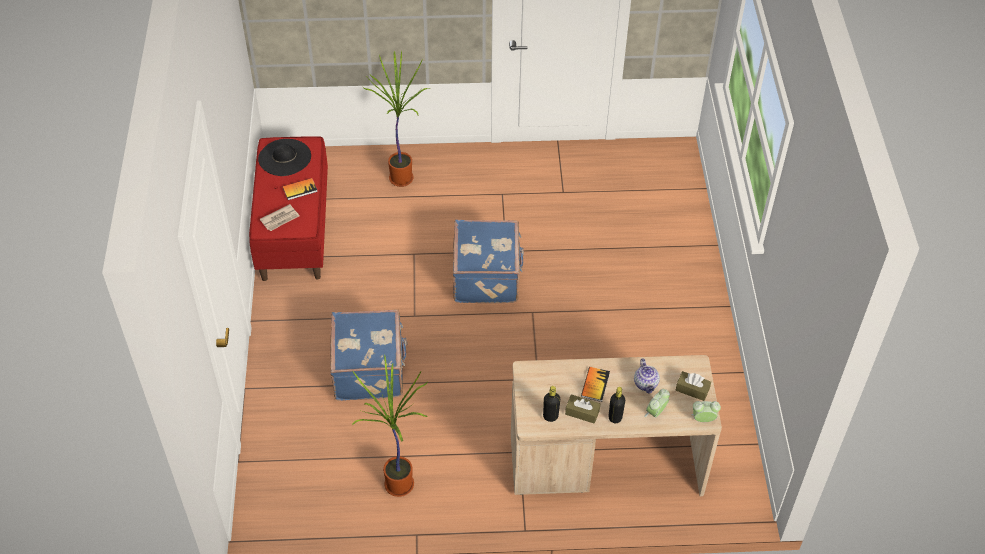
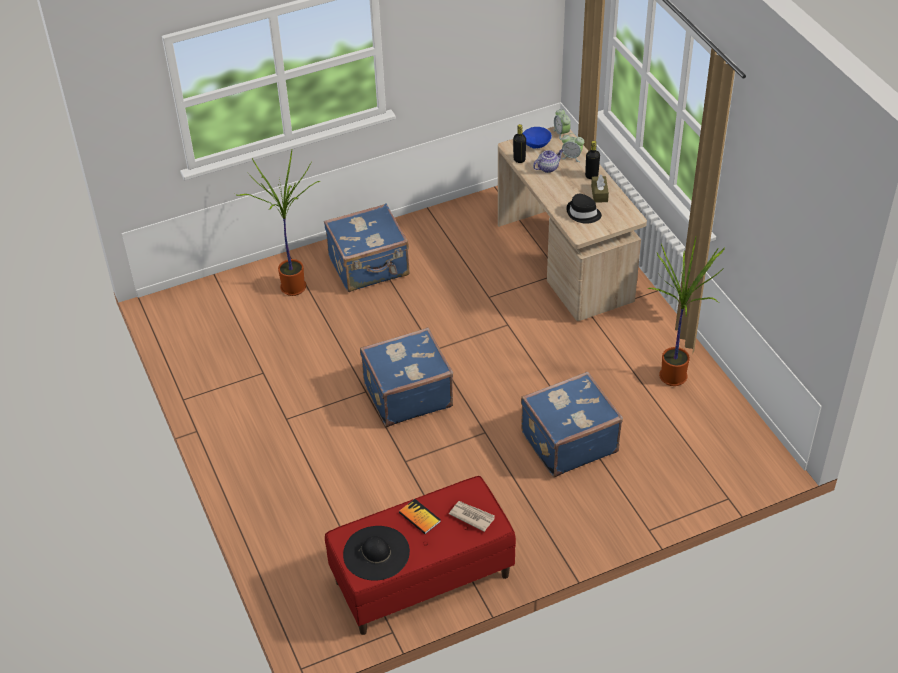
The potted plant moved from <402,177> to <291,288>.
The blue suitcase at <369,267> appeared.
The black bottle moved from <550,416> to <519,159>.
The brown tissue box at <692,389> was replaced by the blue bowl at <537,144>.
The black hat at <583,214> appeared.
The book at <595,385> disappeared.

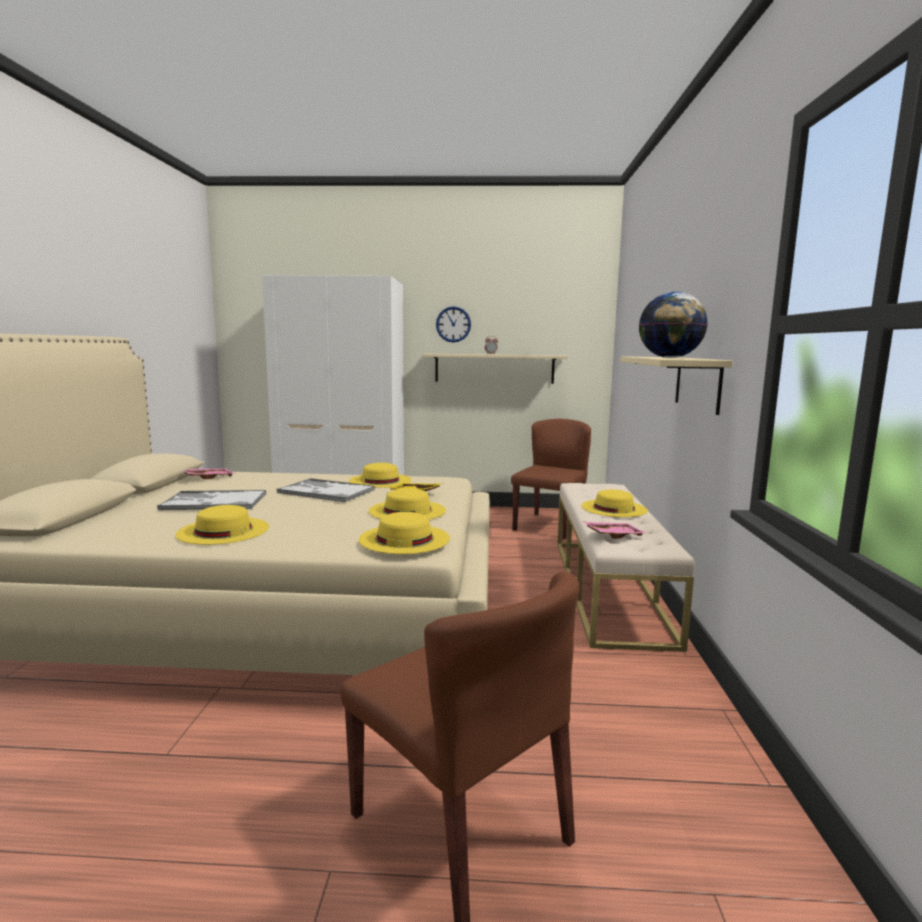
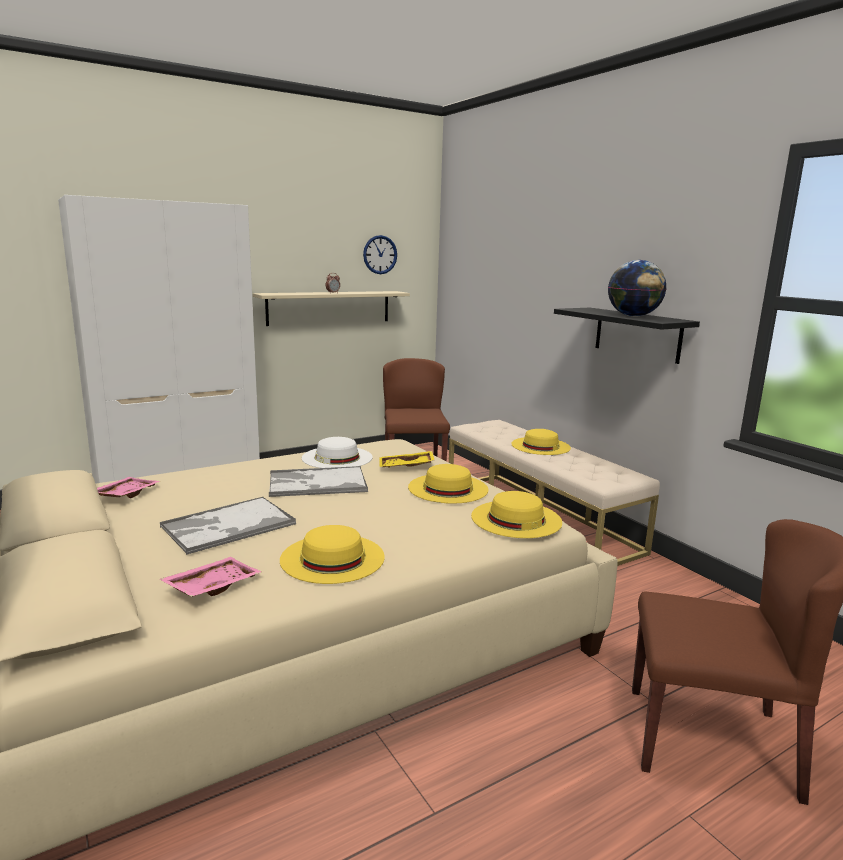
The pink tray moved from <613,535> to <212,586>.
The yellow hat at <380,480> became the white hat at <337,457>.
The wall clock moved from <453,324> to <380,254>.
The beige shelf at <697,383> became the black shelf at <637,334>.

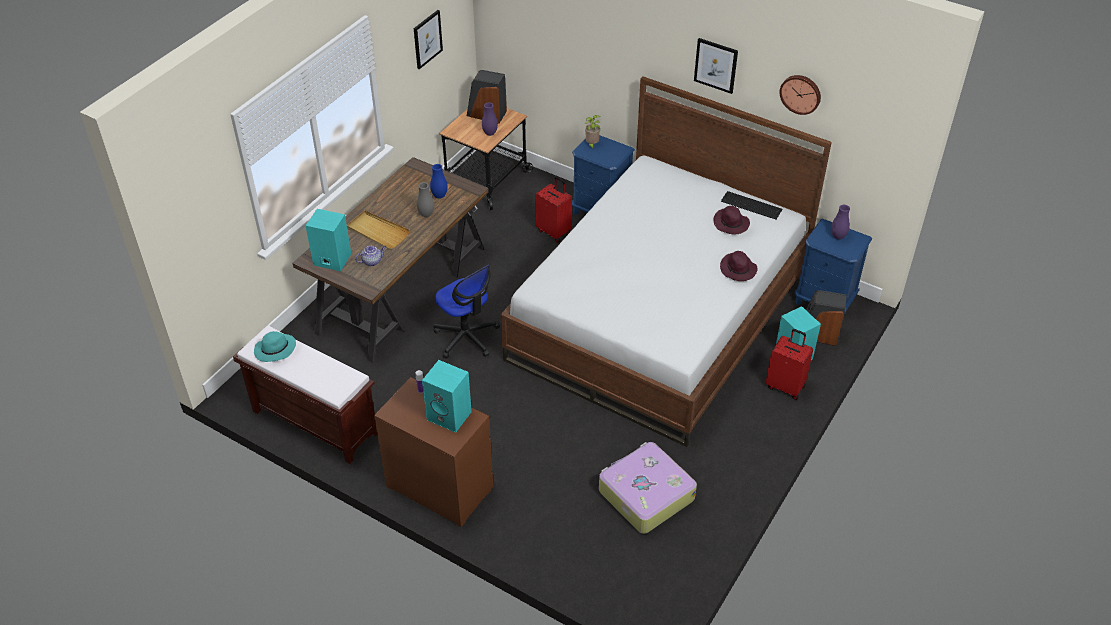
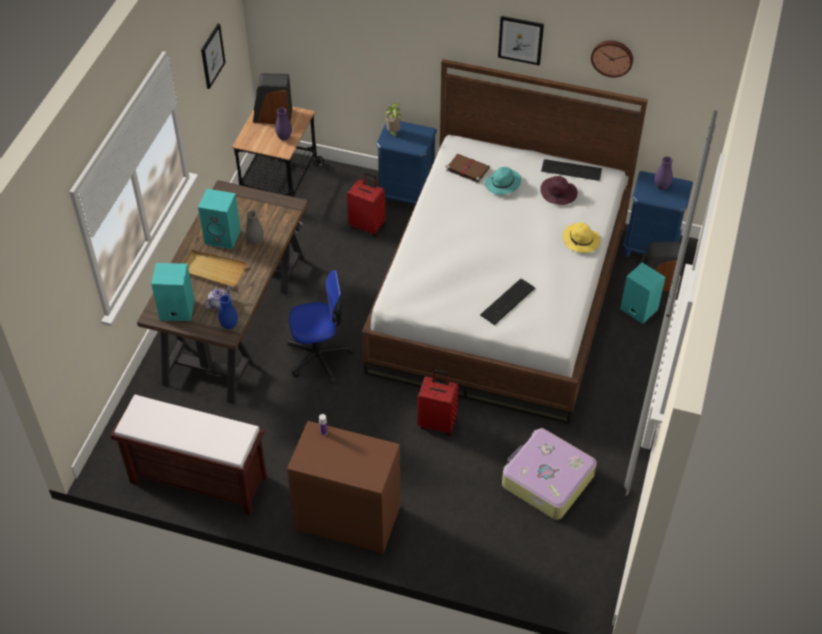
The turquoise speaker moved from <450,415> to <223,236>.
The blue vase moved from <439,196> to <229,325>.
The office chair at <466,337> turned 45 degrees counterclockwise.
The red suitcase moved from <785,386> to <438,422>.
The brown book at <467,169> appeared.
The keyboard at <509,301> appeared.
The turquoise hat moved from <275,350> to <502,184>.
The purple hat at <738,269> became the yellow hat at <581,240>.

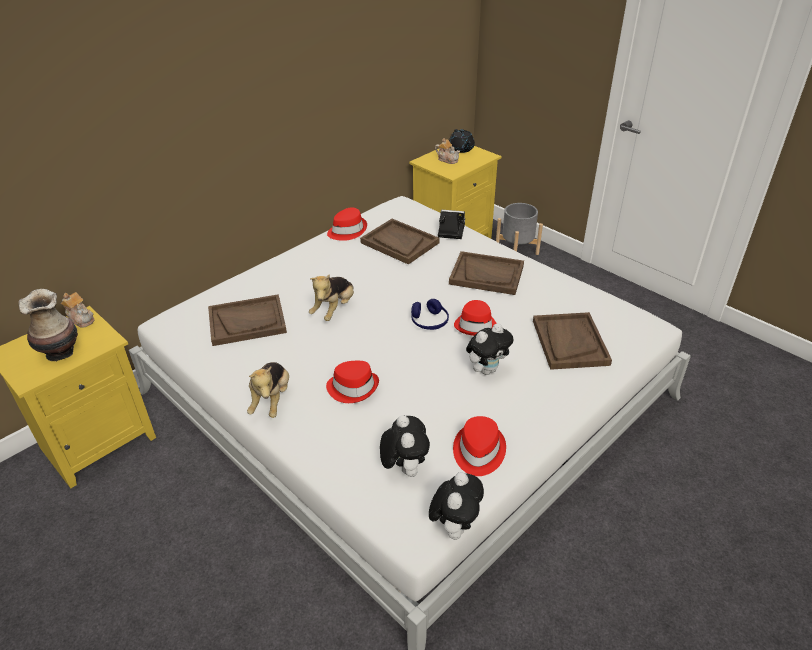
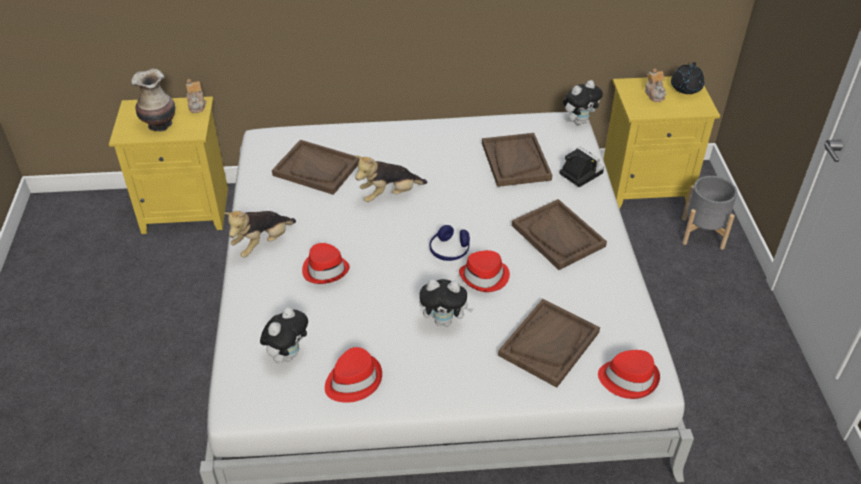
The plush toy moved from <455,526> to <579,121>.
The red hat moved from <347,231> to <628,378>.

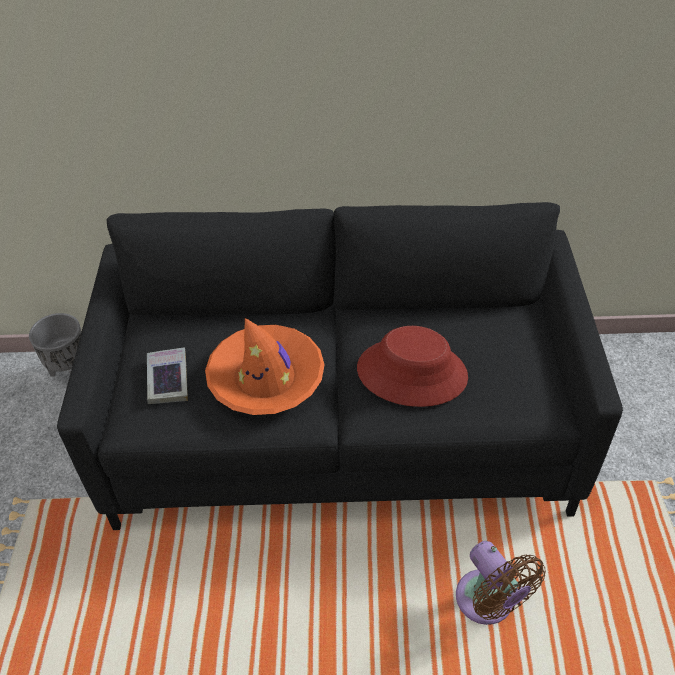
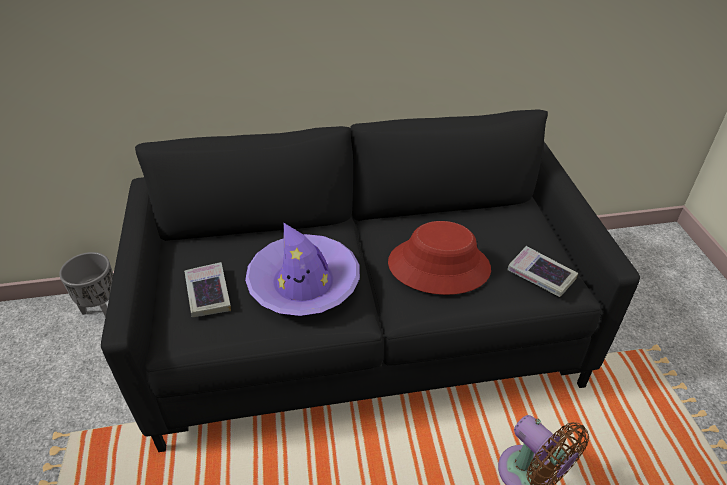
The orange hat at <266,378> became the purple hat at <304,283>.
The book at <540,275> appeared.

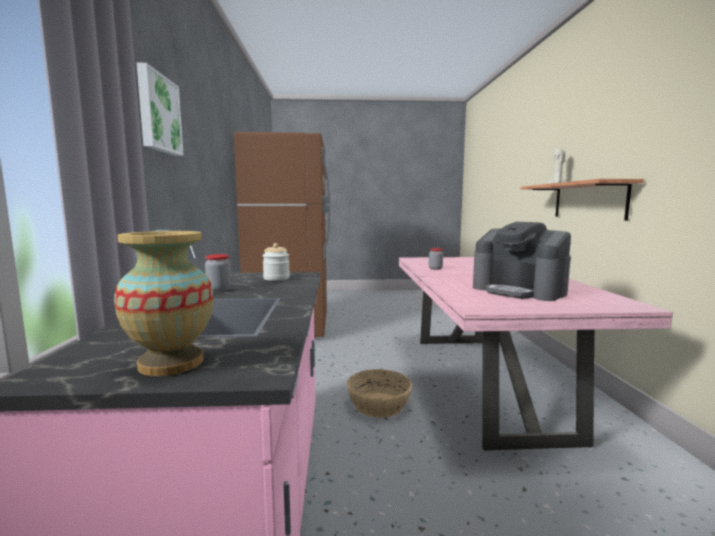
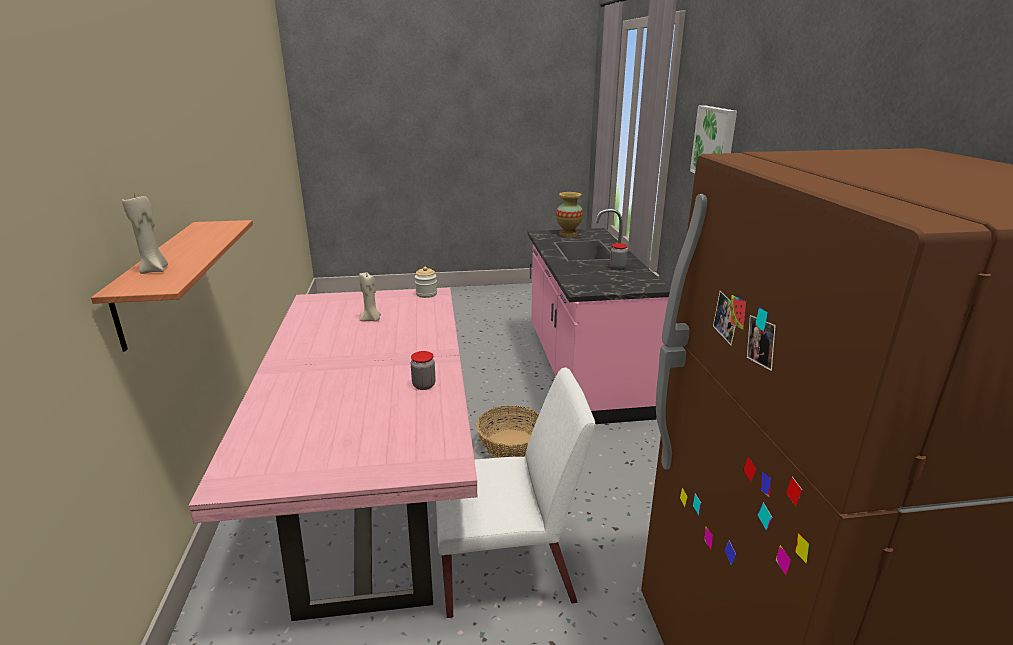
The coffee machine at <519,290> was replaced by the beige candle at <371,319>.
The jar moved from <276,278> to <426,294>.
The white chair at <508,569> appeared.

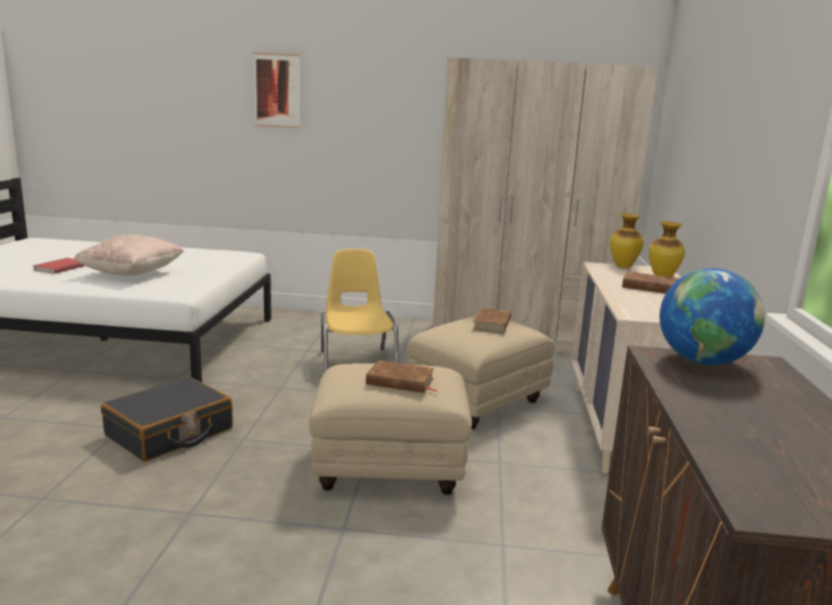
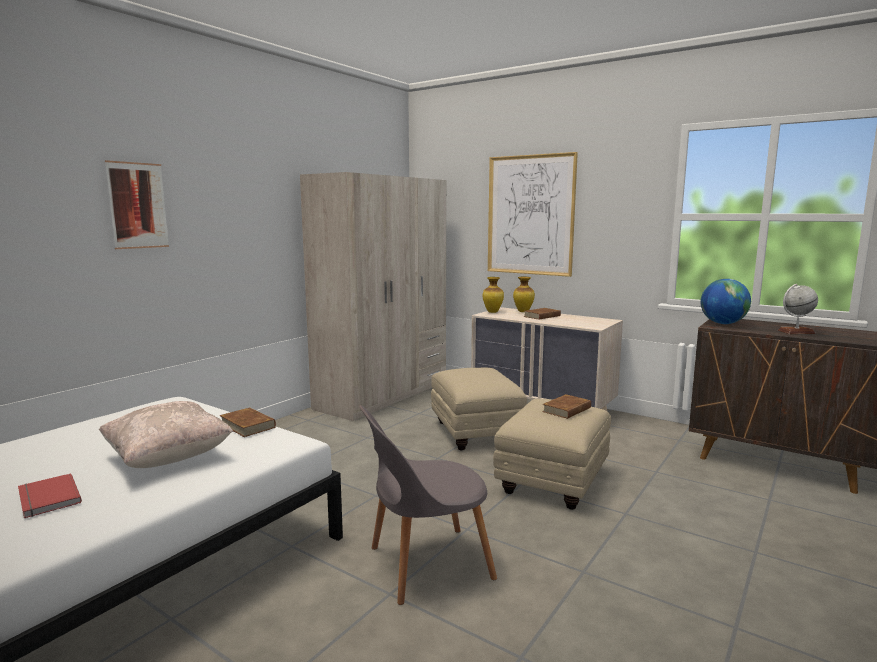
The brown book moved from <492,324> to <247,425>.
The black suitcase at <170,433> was replaced by the grey chair at <425,564>.
The picture at <530,215> appeared.
The globe at <796,332> appeared.
The yellow chair at <357,362> disappeared.

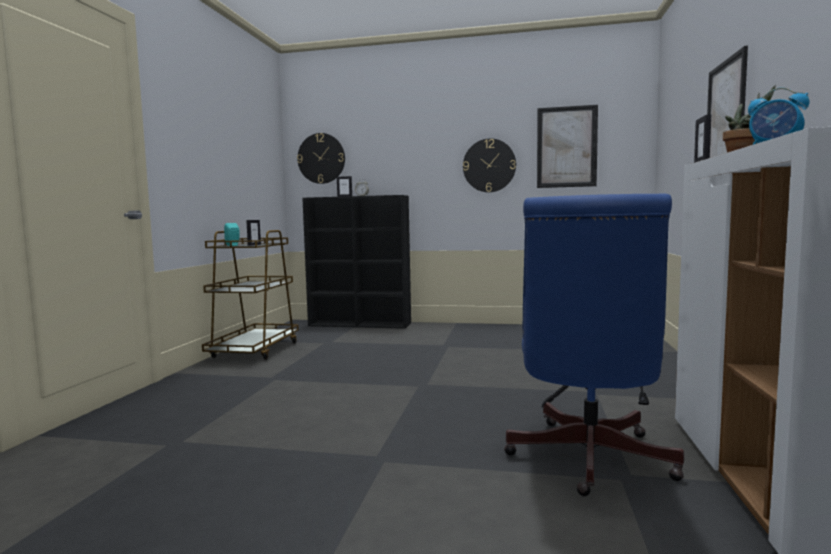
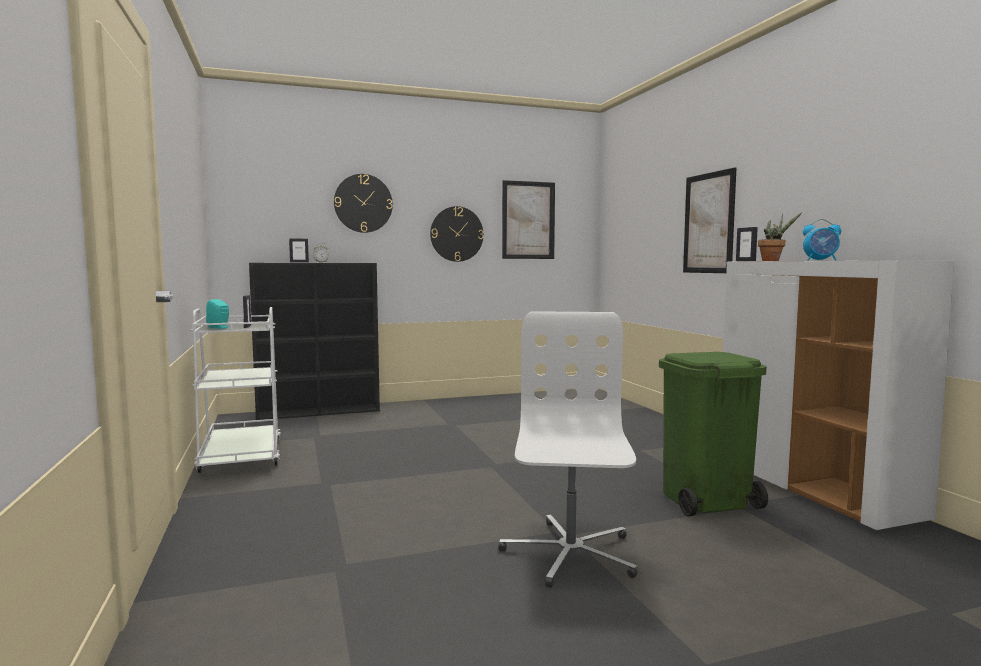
The brown cart at <255,350> became the white cart at <241,457>.
The wall clock moved from <321,158> to <363,203>.
The white office chair at <569,554> appeared.
The blue office chair at <587,461> was replaced by the green trash can at <705,500>.

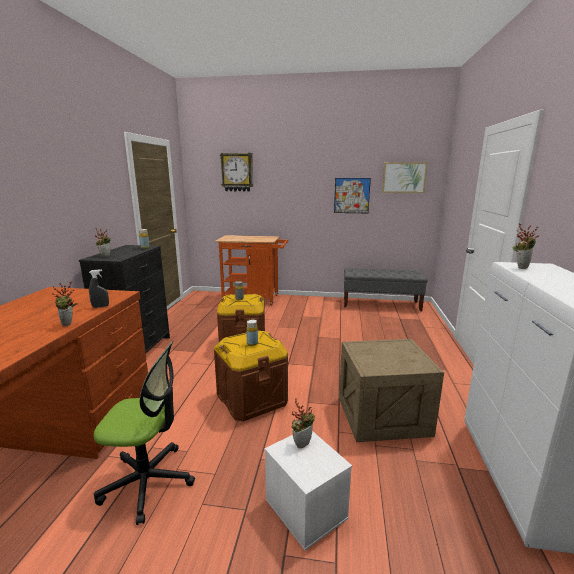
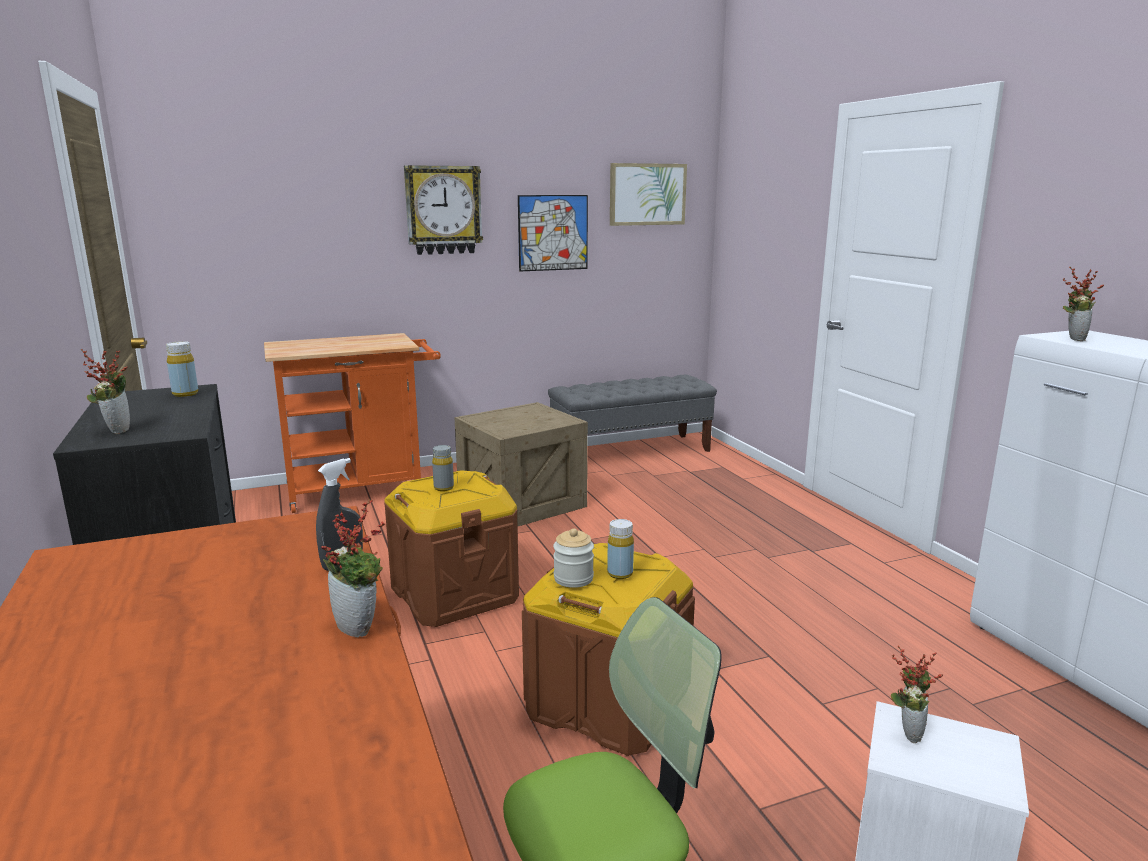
The wall clock moved from <237,172> to <443,210>.
The crate moved from <383,416> to <523,503>.
The jar at <573,578> appeared.

